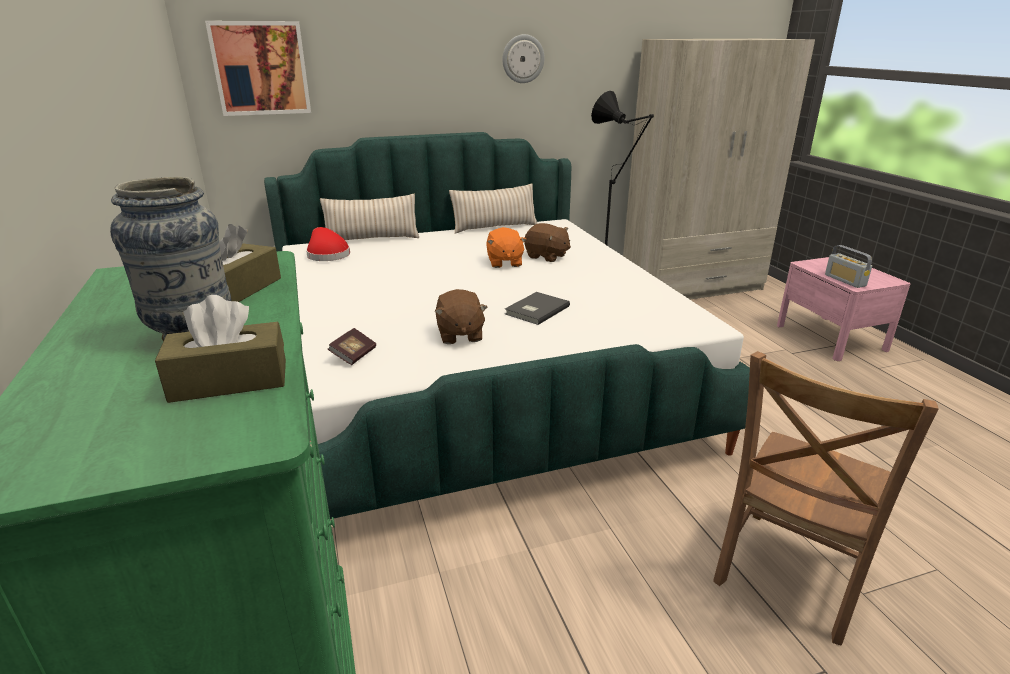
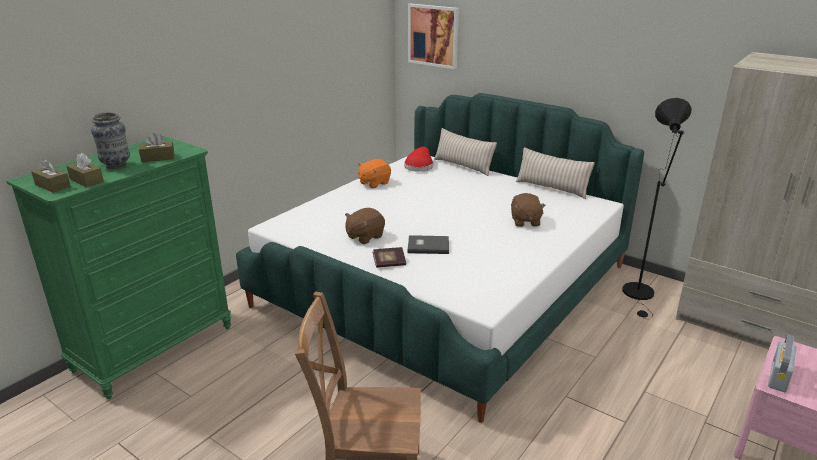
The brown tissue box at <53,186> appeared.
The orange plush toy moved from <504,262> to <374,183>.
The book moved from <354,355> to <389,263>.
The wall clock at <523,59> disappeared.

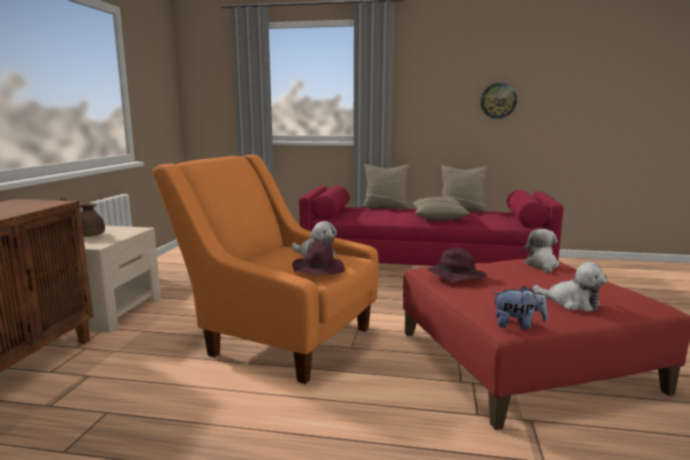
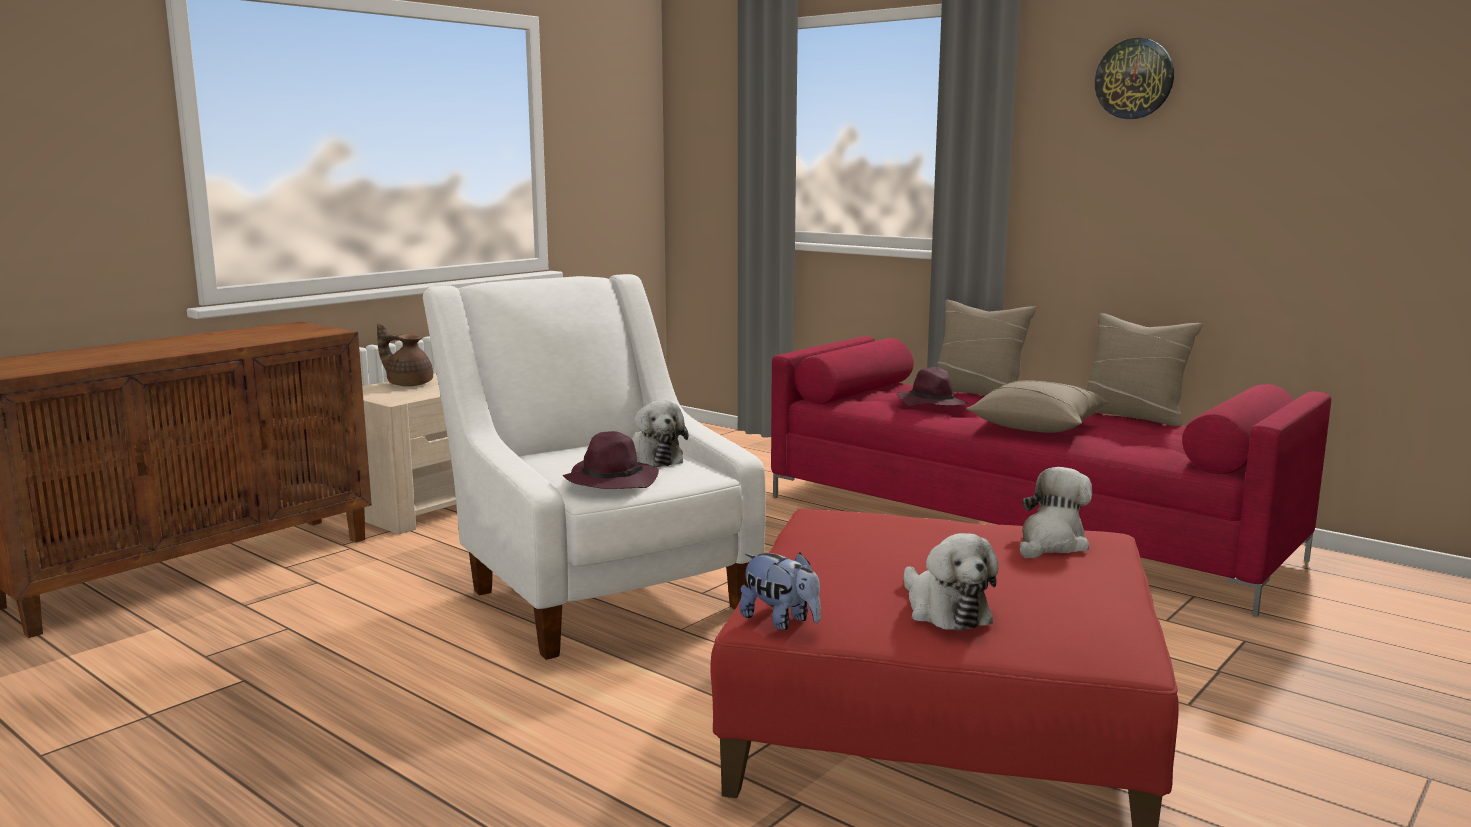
The orange armchair at <279,338> became the white armchair at <598,591>.
The purple hat moved from <455,276> to <931,404>.
The wall clock moved from <498,101> to <1134,79>.

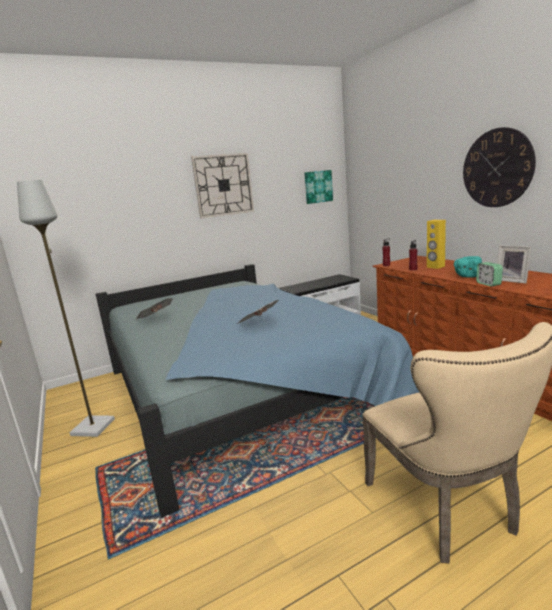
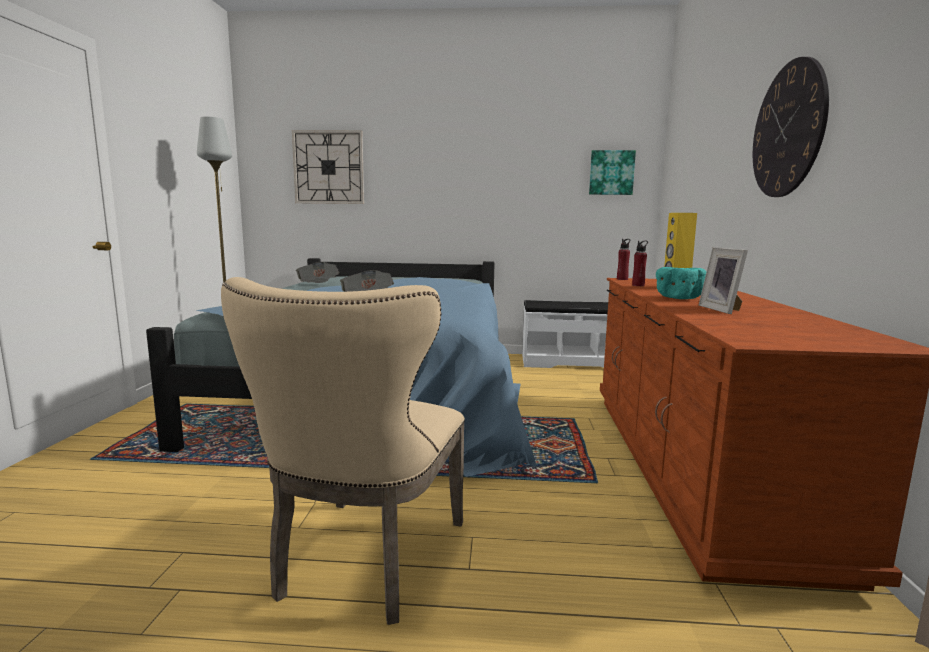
The wall clock moved from <223,185> to <328,167>.
The alarm clock at <488,284> disappeared.

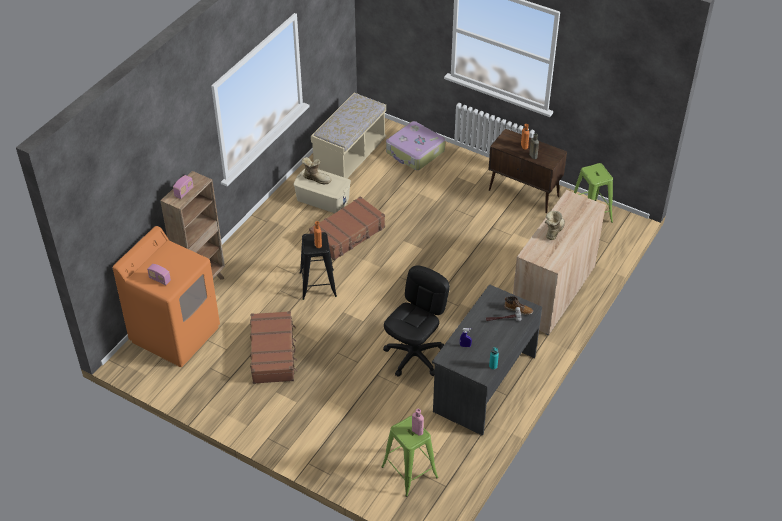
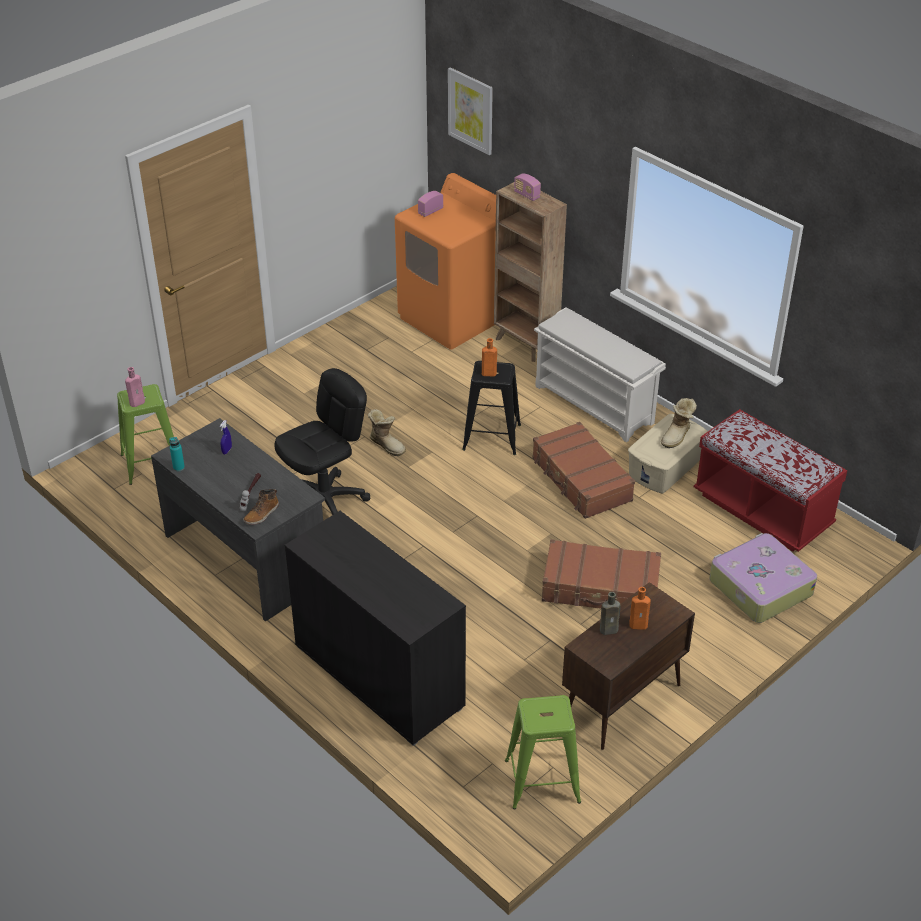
The black office chair at <414,356> turned 90 degrees counterclockwise.
The beige cabinet at <553,292> became the black cabinet at <379,676>.
The boot moved from <553,231> to <387,444>.
The picture at <471,110> appeared.
The white shoe rack at <595,404> appeared.
The brown suitcase moved from <273,353> to <600,588>.
The beige bench at <349,155> became the red bench at <762,510>.

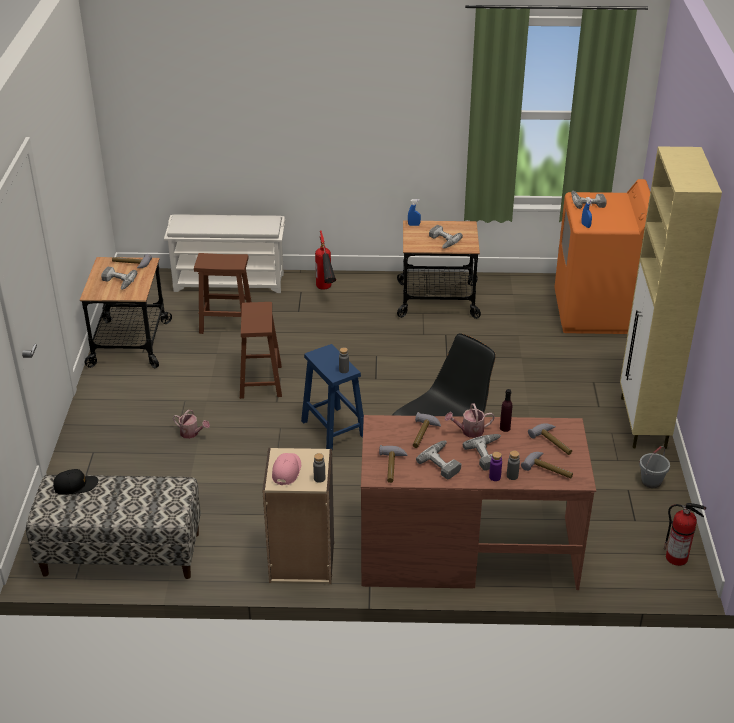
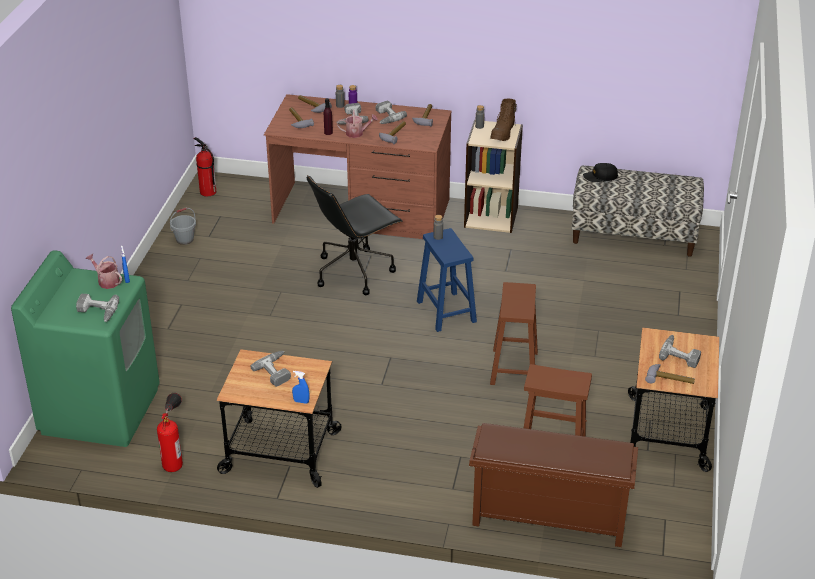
The orange washing machine at <596,313> became the green washing machine at <100,410>.
The watering can moved from <191,433> to <106,281>.
The fire extinguisher moved from <326,293> to <174,452>.
The white shoe rack at <230,282> became the brown shoe rack at <547,518>.
The pink cap at <286,471> was replaced by the brown boot at <503,133>.
The black cap moved from <76,486> to <600,177>.
The beige cabinet at <643,423> disappeared.

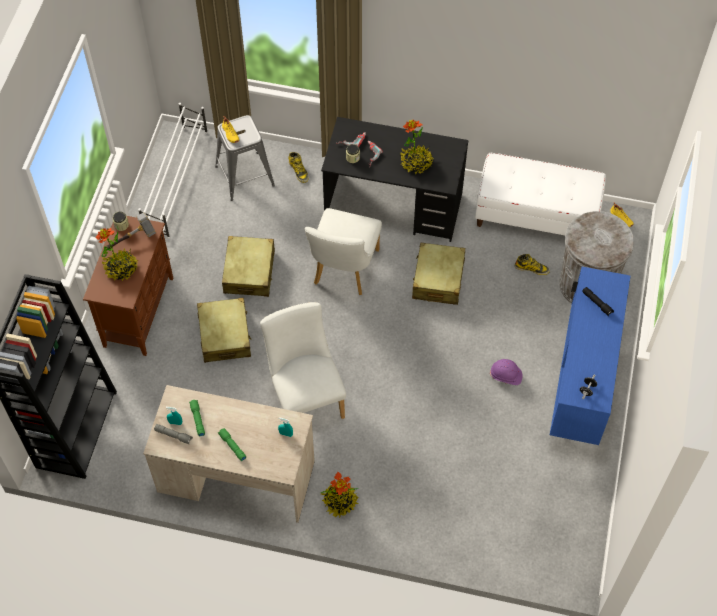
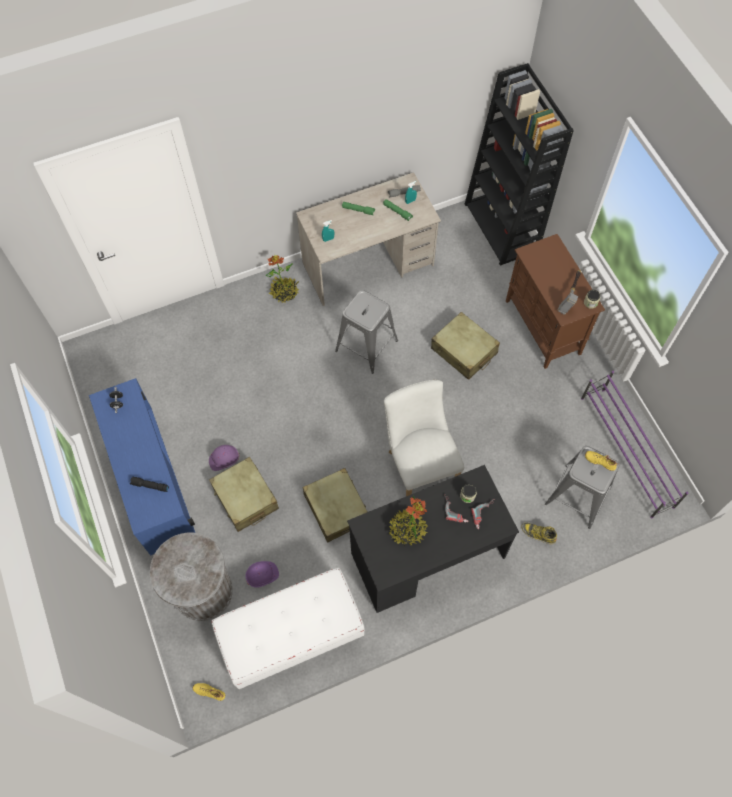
The beige suitcase moved from <249,272> to <245,498>.
The boot at <531,268> was replaced by the purple hard hat at <262,575>.
The white chair at <305,396> was replaced by the grey stool at <366,346>.
The white shoe rack at <177,181> became the purple shoe rack at <626,452>.
The potted plant at <121,268> disappeared.

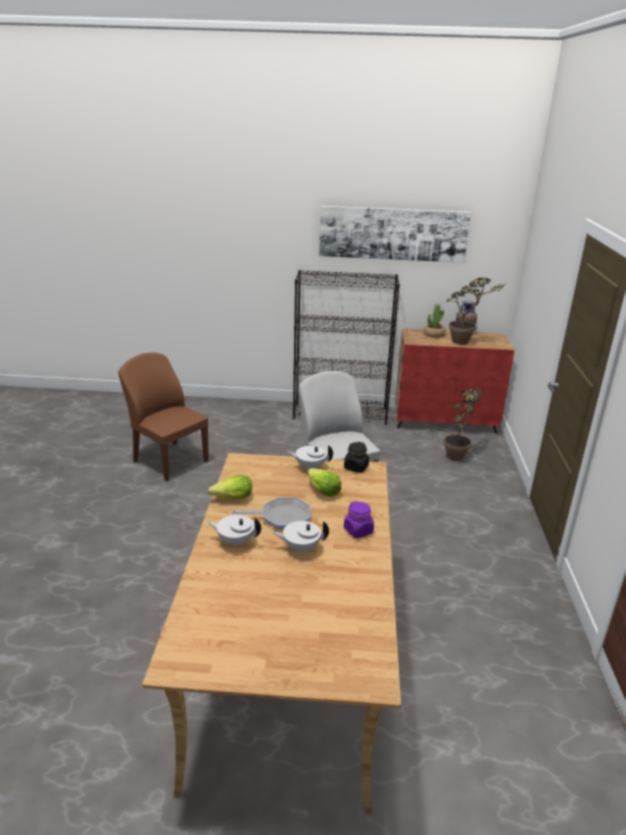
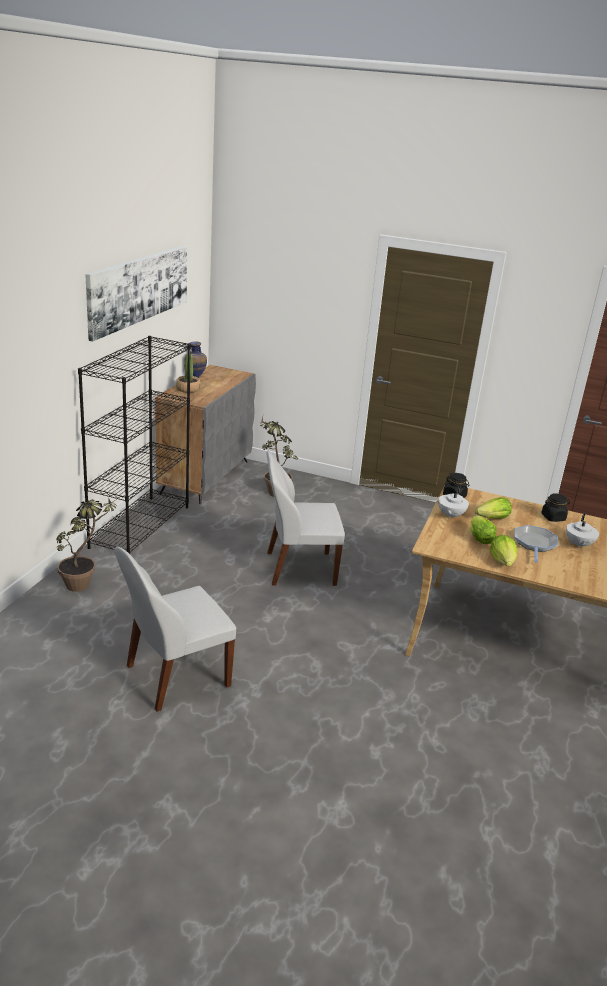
The potted plant moved from <466,343> to <85,583>.
The brown chair at <169,460> became the white chair at <174,677>.
The red cabinet at <445,421> became the grey cabinet at <205,476>.
The lettuce at <479,538> appeared.
The purple jar at <358,531> became the black jar at <553,517>.
The white teapot at <235,541> disappeared.

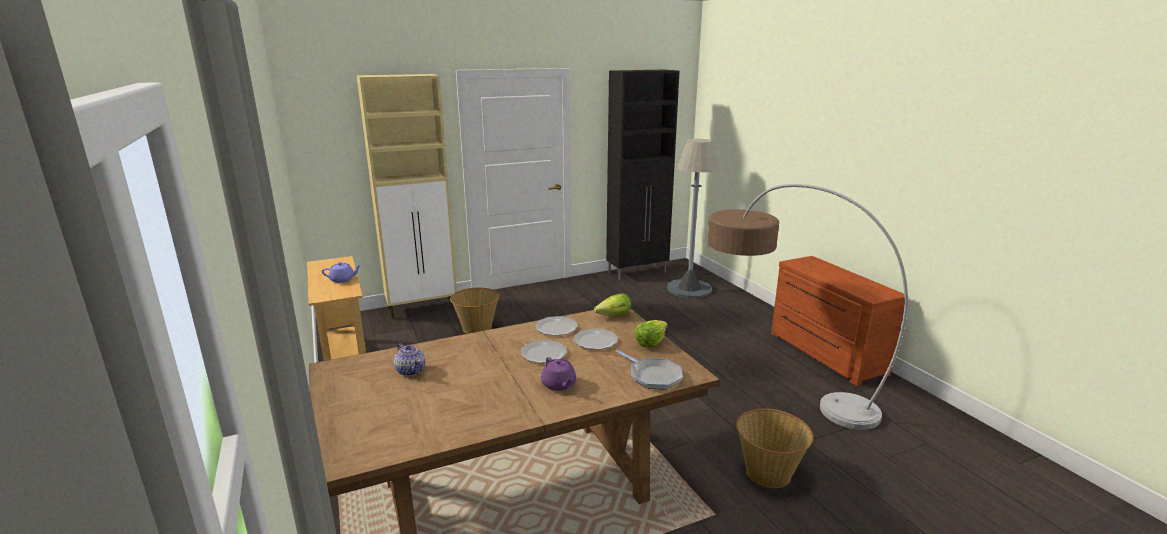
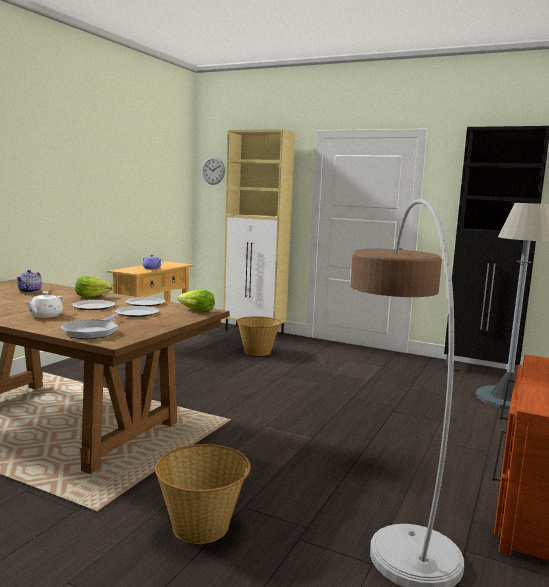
The purple teapot at <559,385> became the white teapot at <45,315>.
The lettuce moved from <650,342> to <93,296>.
The wall clock at <213,170> appeared.

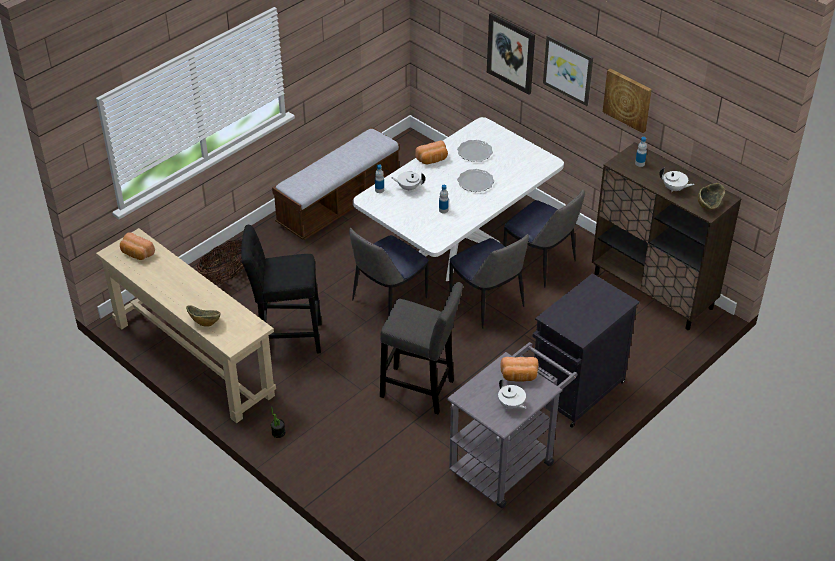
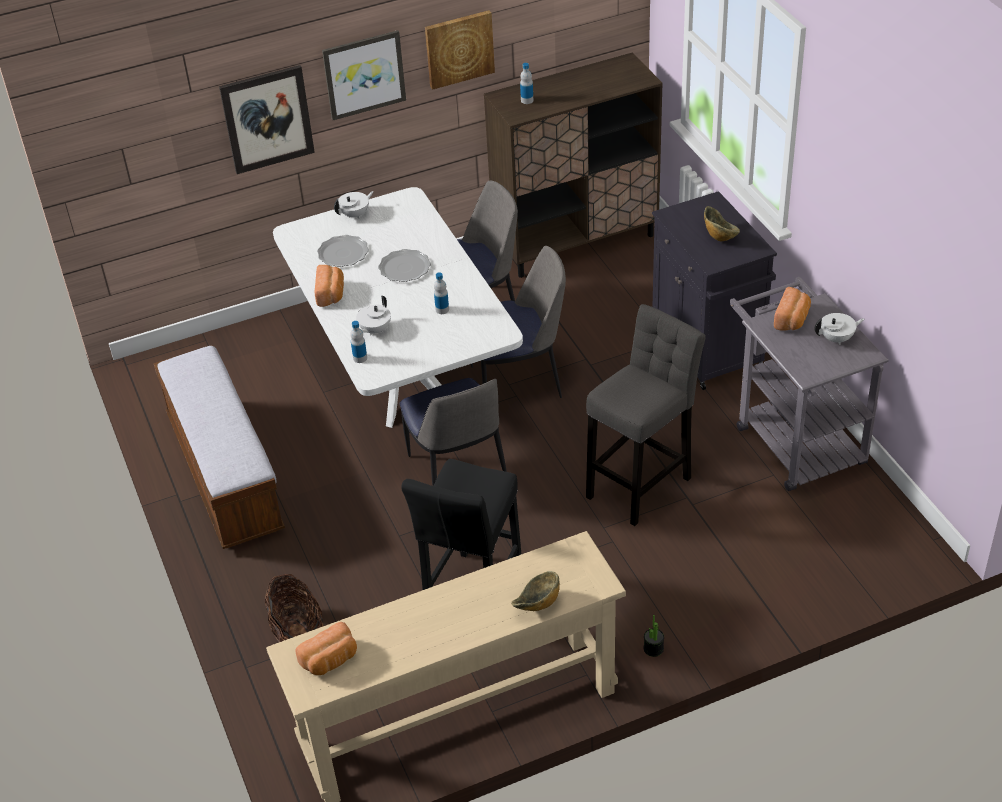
The white teapot moved from <674,189> to <355,214>.
The bowl moved from <709,205> to <719,236>.

